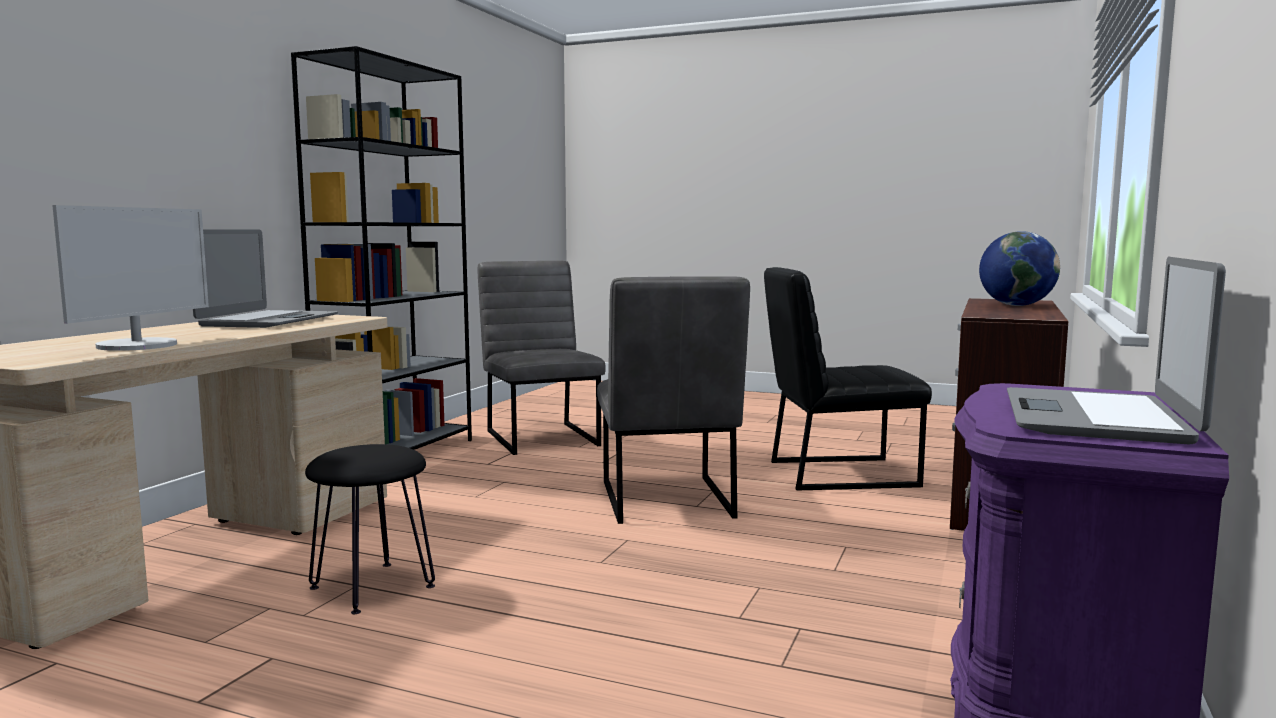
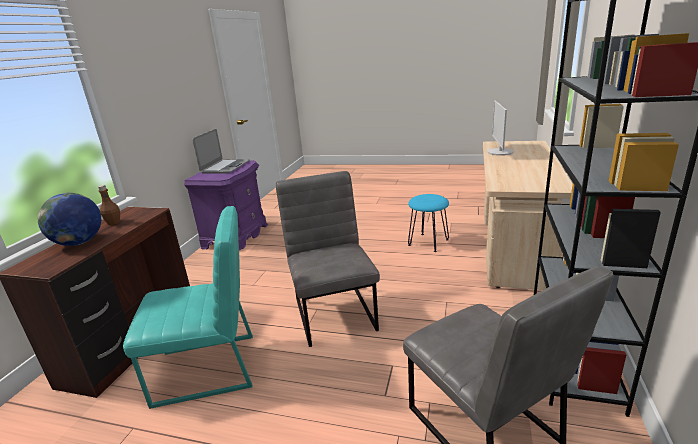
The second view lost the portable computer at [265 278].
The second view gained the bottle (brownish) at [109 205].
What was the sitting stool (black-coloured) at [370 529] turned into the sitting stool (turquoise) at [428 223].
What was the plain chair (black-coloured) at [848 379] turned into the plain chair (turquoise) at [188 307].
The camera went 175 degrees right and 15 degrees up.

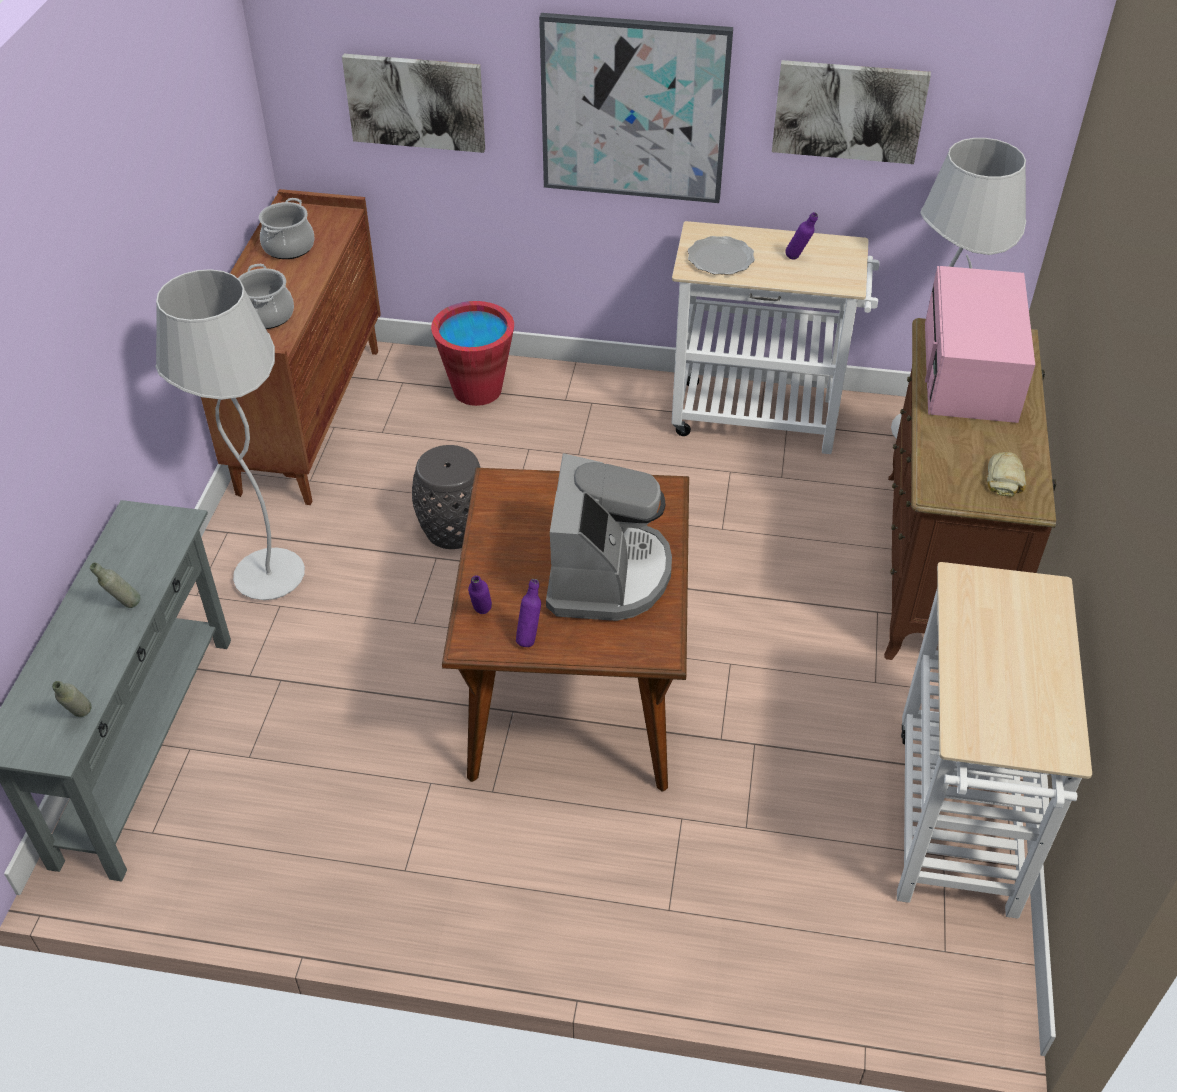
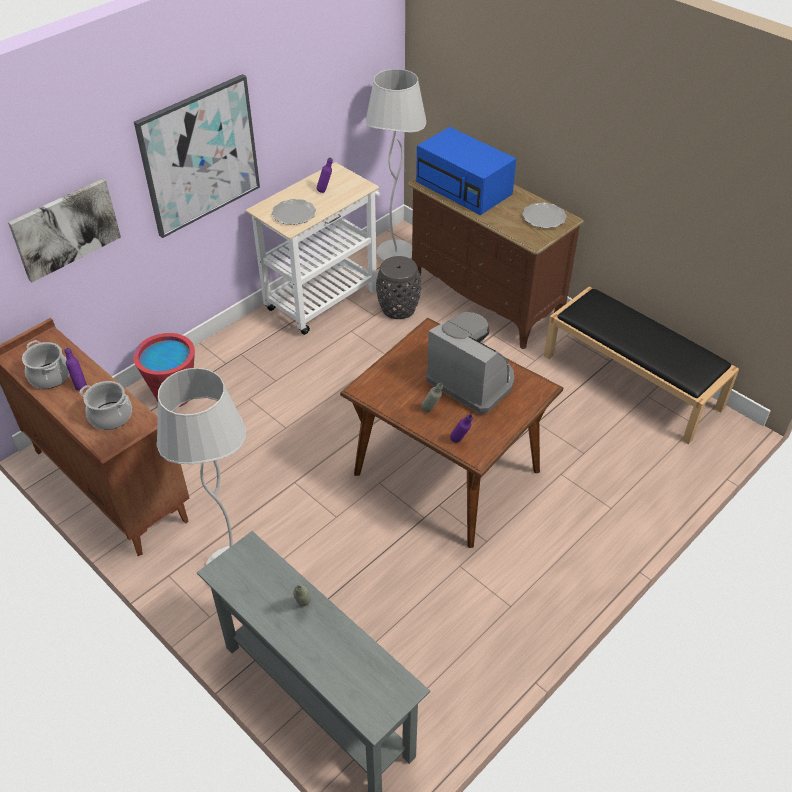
The second view lost the wall art at [851 112].
The bottle (gray) ended up elsewhere, having gone from [72 699] to [432 397].
The sitting stool (gray) ended up elsewhere, having gone from [446 497] to [398 287].
The bottle (purple) ended up elsewhere, having gone from [528 613] to [76 369].
Where the trolley (white-coloured) stood at [994 740], the bench (black-coloured) came to stand at [641 365].
Where the bread stood at [1006 474], the dinner plate came to stand at [544 215].
What was the microwave (pink-coloured) at [980 344] turned into the microwave (blue-coloured) at [466 171].
The camera went 55 degrees left and 0 degrees up.

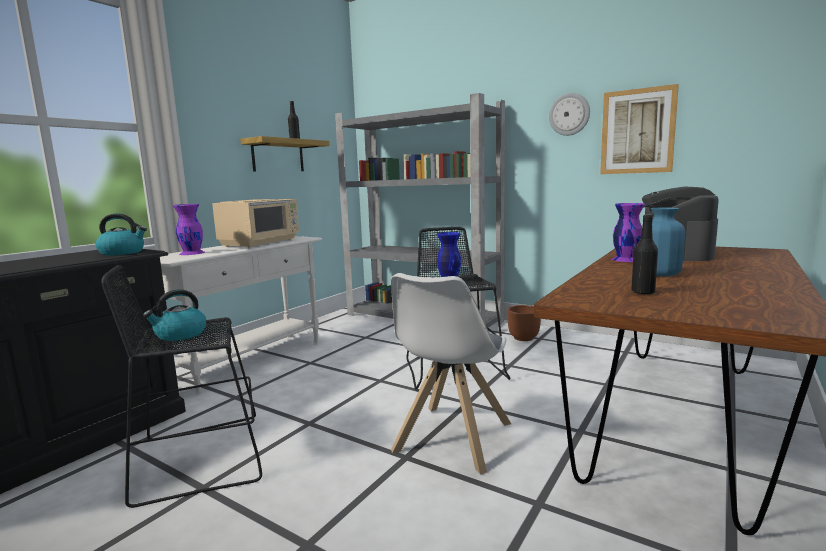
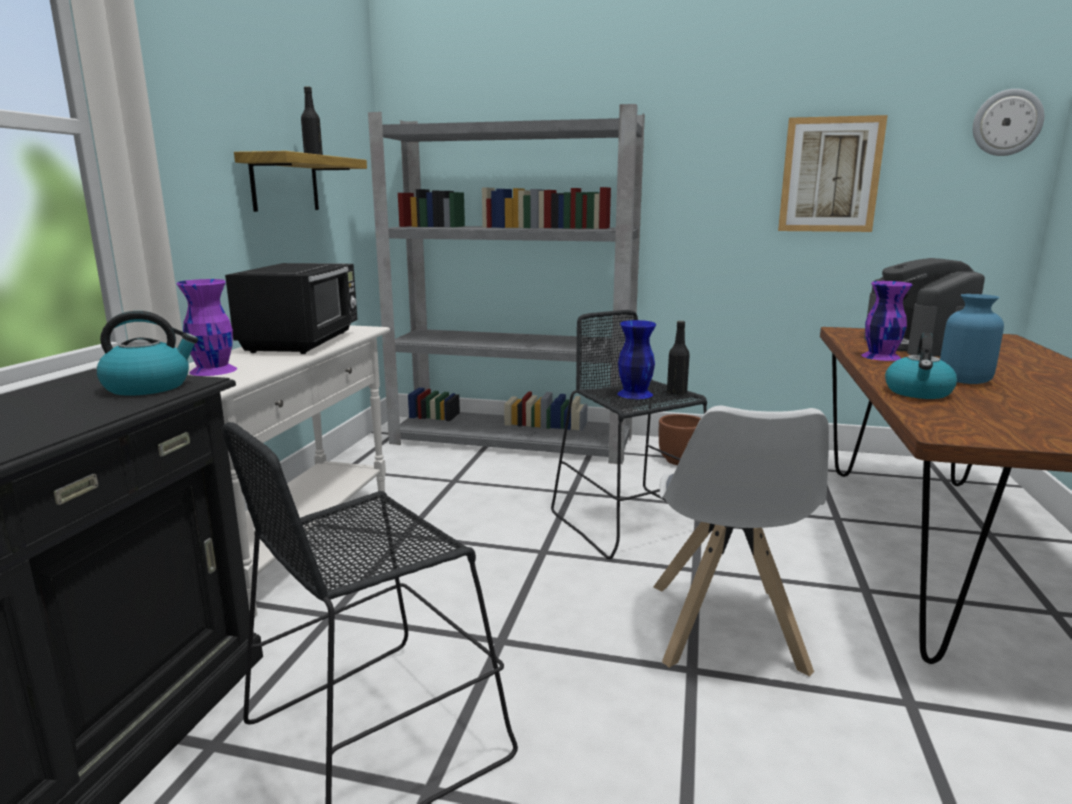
The kettle ended up elsewhere, having gone from [174 315] to [921 366].
The clock on the wall ended up elsewhere, having gone from [569 114] to [1008 122].
The bottle (black-coloured) ended up elsewhere, having gone from [644 254] to [678 358].
What was the microwave (beige-coloured) at [255 223] turned into the microwave (black-coloured) at [291 308].
The camera went 20 degrees left and 5 degrees up.

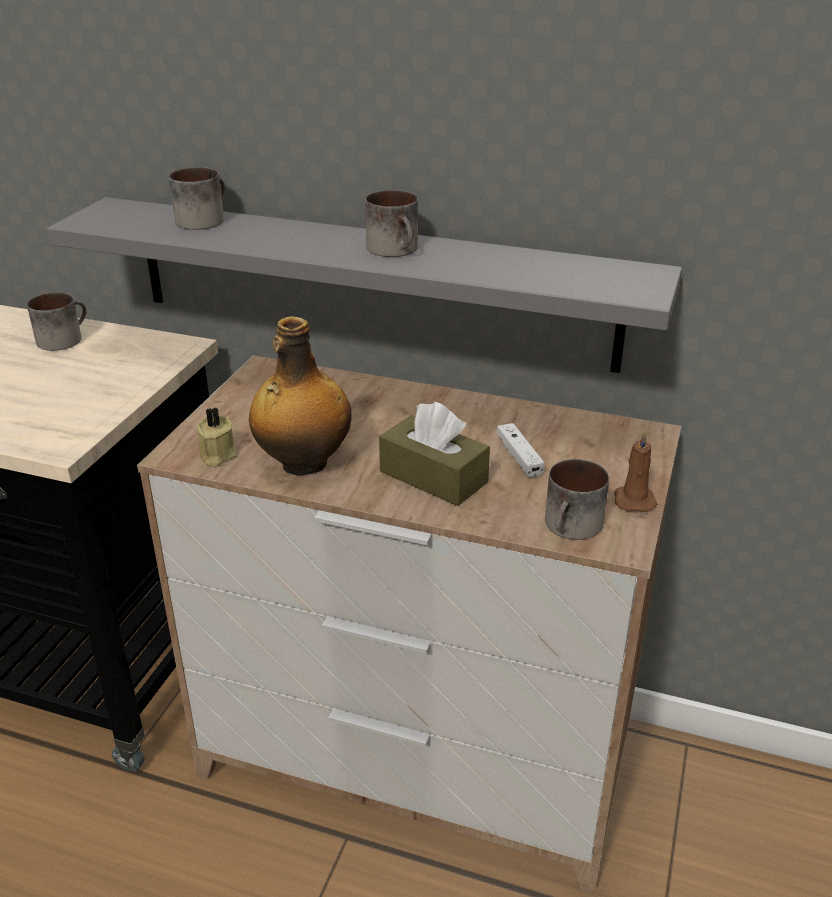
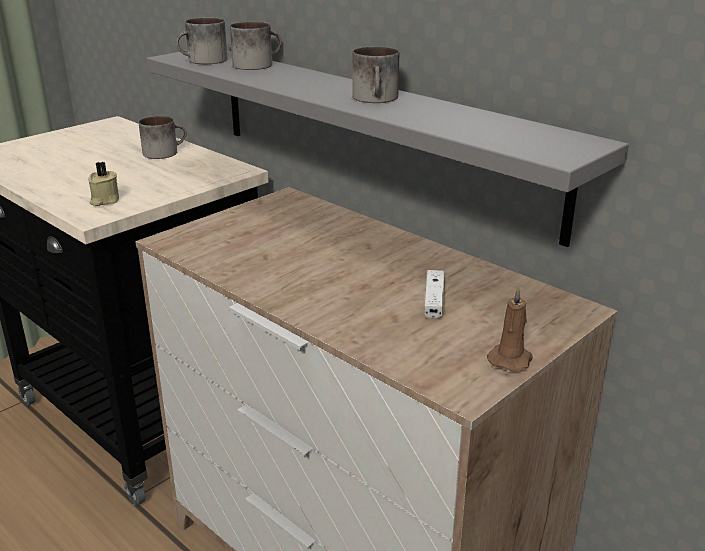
The second view lost the bottle at [300 395].
The second view lost the tissue box (brownish) at [434 454].
The wax candle (beige-coloured) ended up elsewhere, having gone from [216 436] to [103 184].
The mug ended up elsewhere, having gone from [577 499] to [202 40].
The camera went 25 degrees right and 5 degrees down.

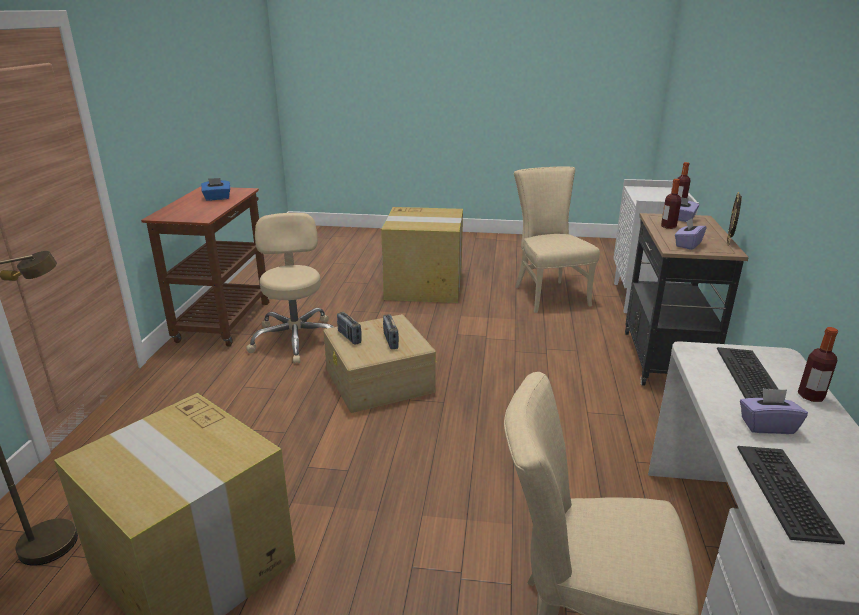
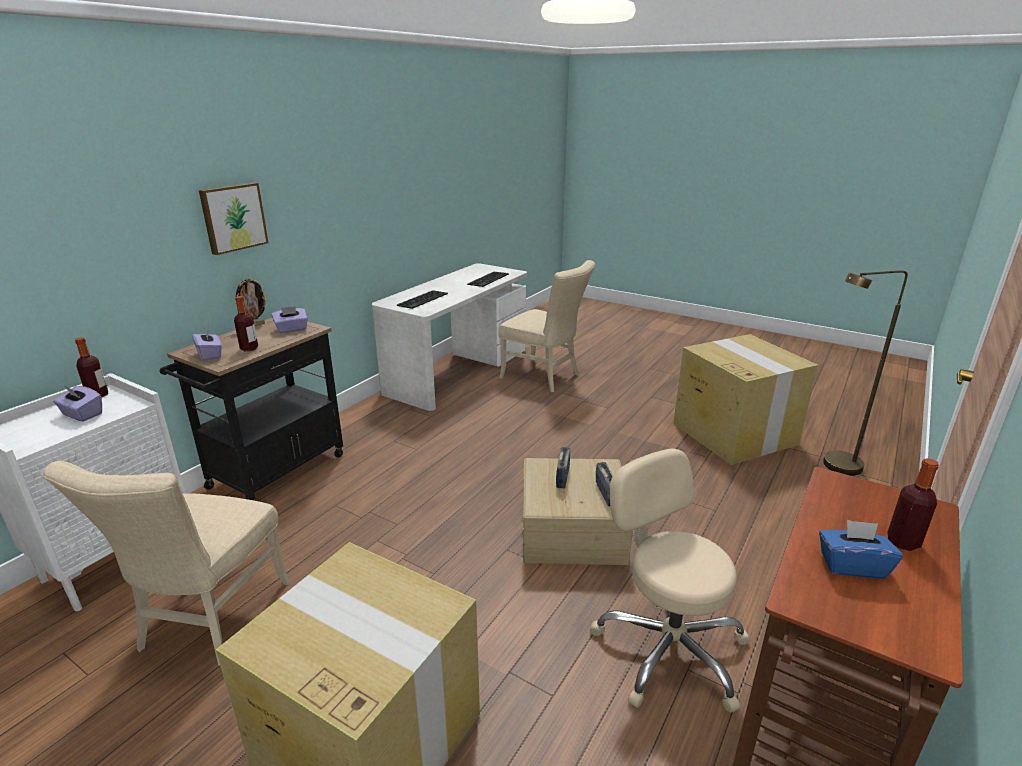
The second view gained the wall art at [234 219].
The tissue box (purple) ended up elsewhere, having gone from [774 411] to [77 404].
The bottle ended up elsewhere, having gone from [818 364] to [913 504].
The computer chair (beige-coloured) at [290 288] ended up facing another way, 135 degrees clockwise from before.
The camera went 155 degrees left and 0 degrees up.

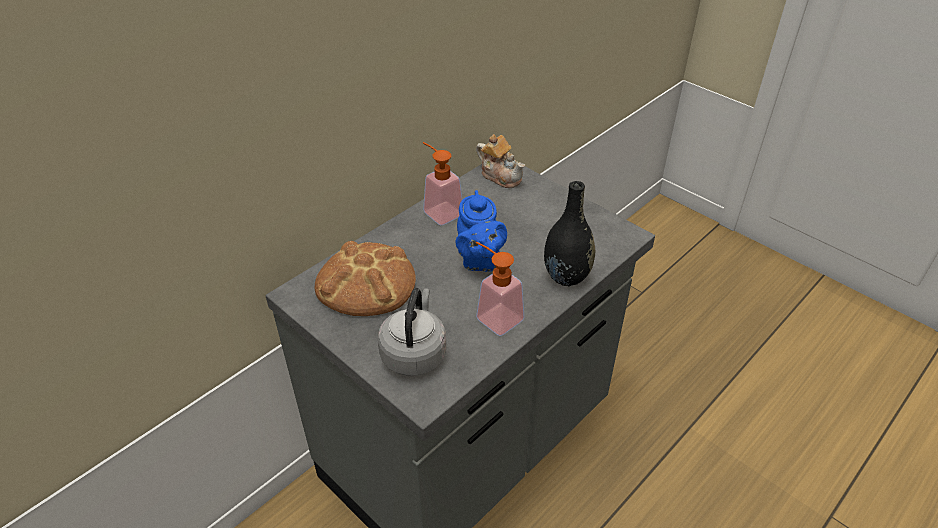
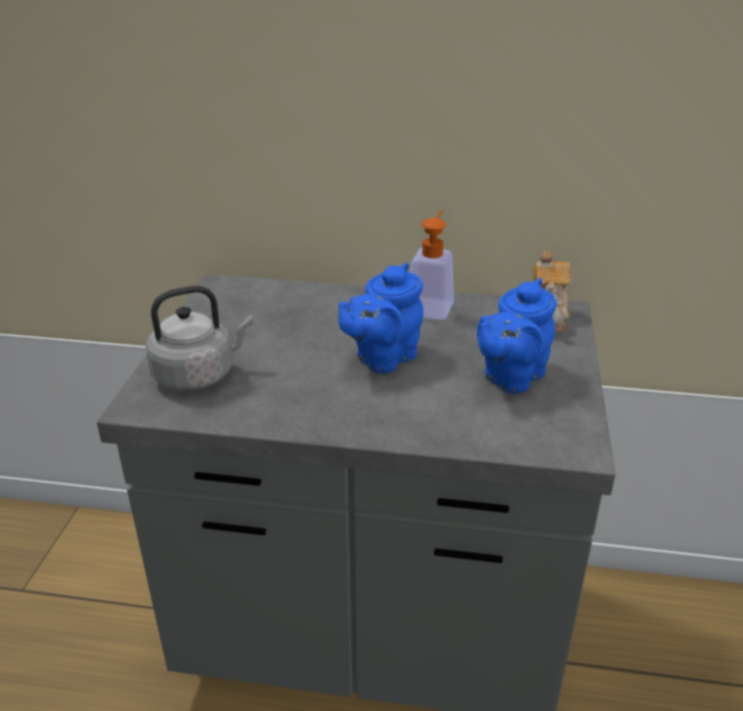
The second view lost the bread at [365 278].
The second view lost the soap dispenser at [500 289].
The second view lost the decorative vase (black-coloured) at [569 233].
The second view gained the pot for tea (blue-coloured) at [517 336].
The camera went 55 degrees right and 10 degrees down.

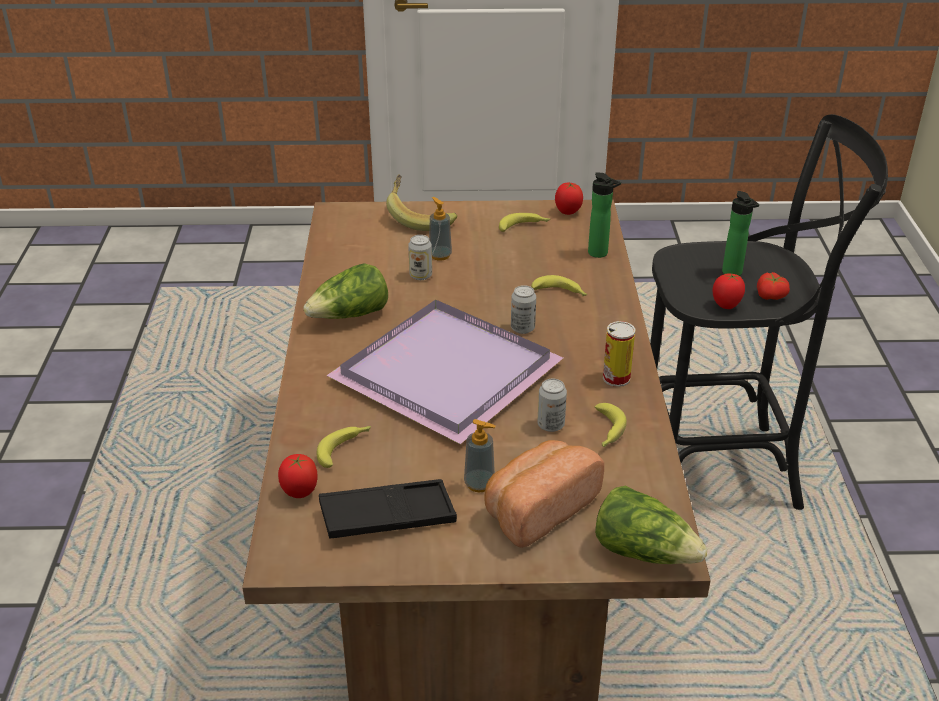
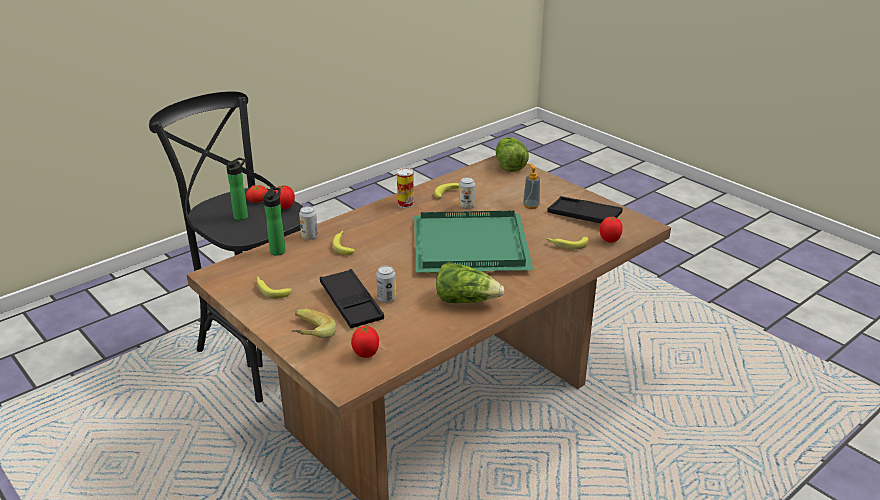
The second view lost the bread at [544 494].
The sealed can ended up elsewhere, having gone from [523 309] to [308 223].
The whole tomato ended up elsewhere, having gone from [569 199] to [365 341].
Where the soap dispenser stood at [440 229], the tray (black-coloured) came to stand at [352 299].
What was the tray (purple) at [444 372] turned into the tray (greenish) at [473 242].
The camera went 130 degrees left and 5 degrees down.

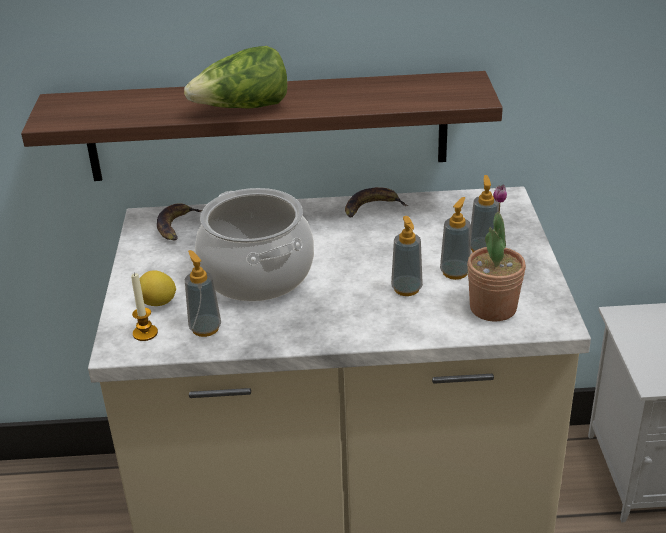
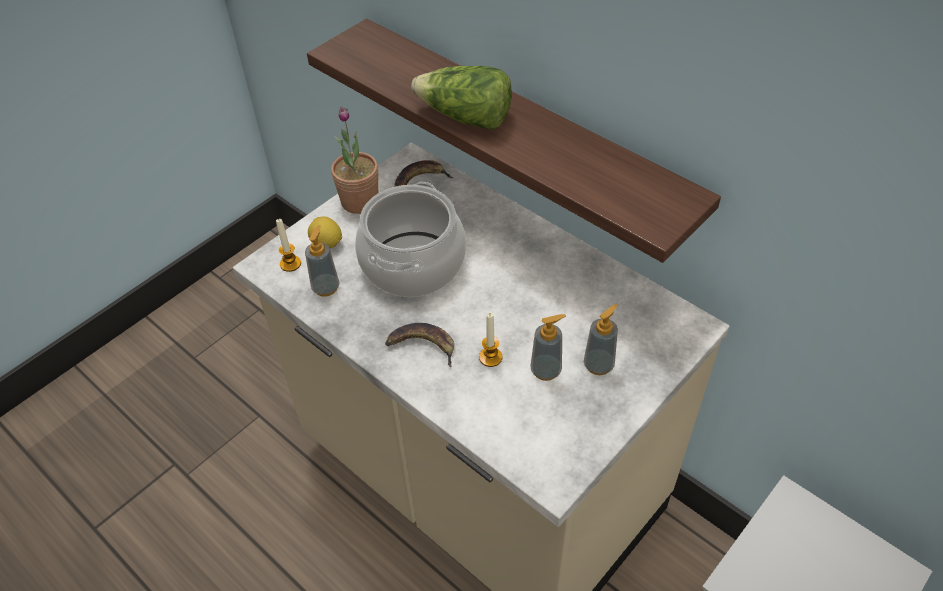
The banana fruit ended up elsewhere, having gone from [376 202] to [419 345].
The plant in a pot ended up elsewhere, having gone from [496 252] to [354 160].
Where the soap dispenser stood at [407 256], the wax candle came to stand at [490 340].
The camera went 45 degrees right and 15 degrees up.

